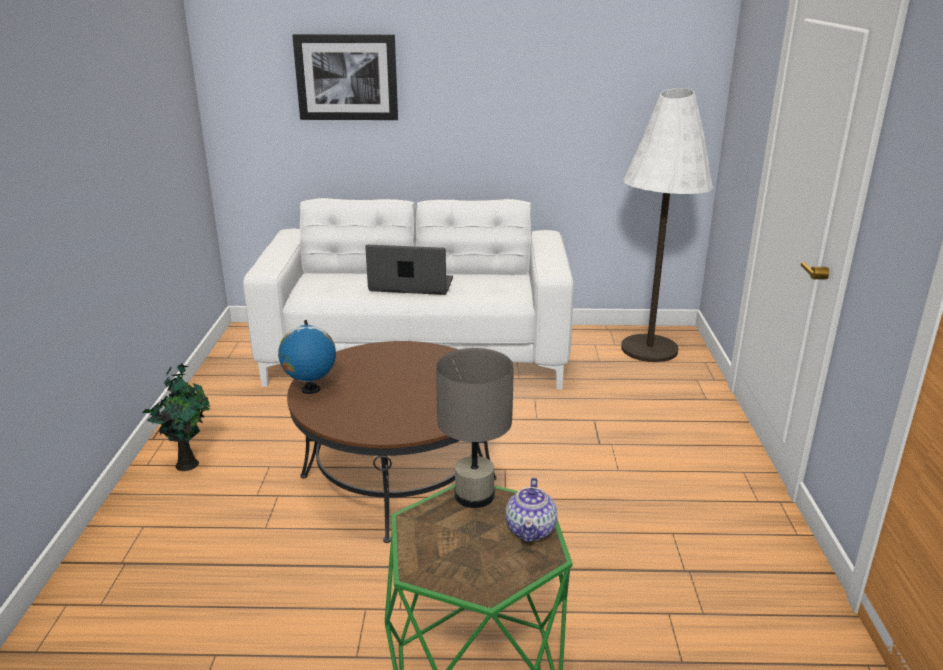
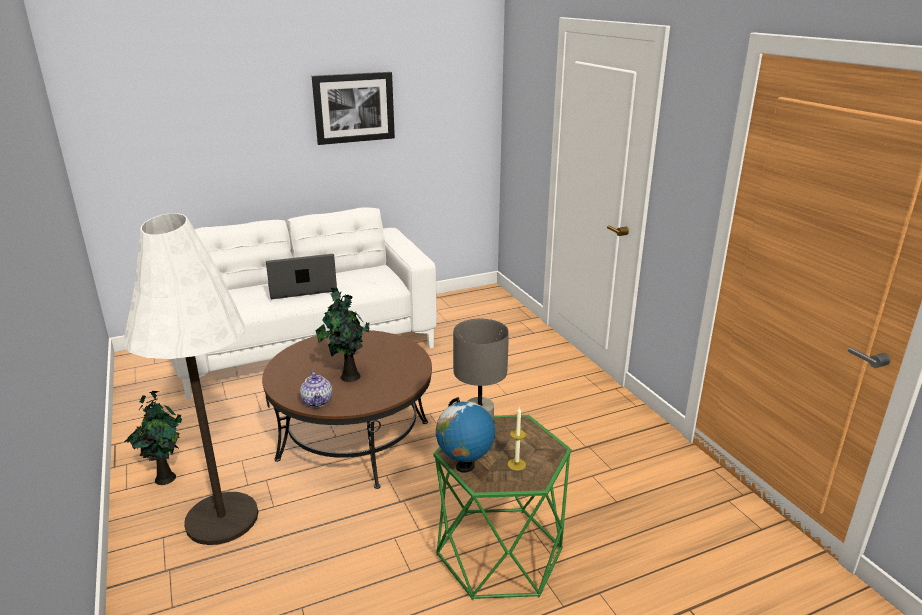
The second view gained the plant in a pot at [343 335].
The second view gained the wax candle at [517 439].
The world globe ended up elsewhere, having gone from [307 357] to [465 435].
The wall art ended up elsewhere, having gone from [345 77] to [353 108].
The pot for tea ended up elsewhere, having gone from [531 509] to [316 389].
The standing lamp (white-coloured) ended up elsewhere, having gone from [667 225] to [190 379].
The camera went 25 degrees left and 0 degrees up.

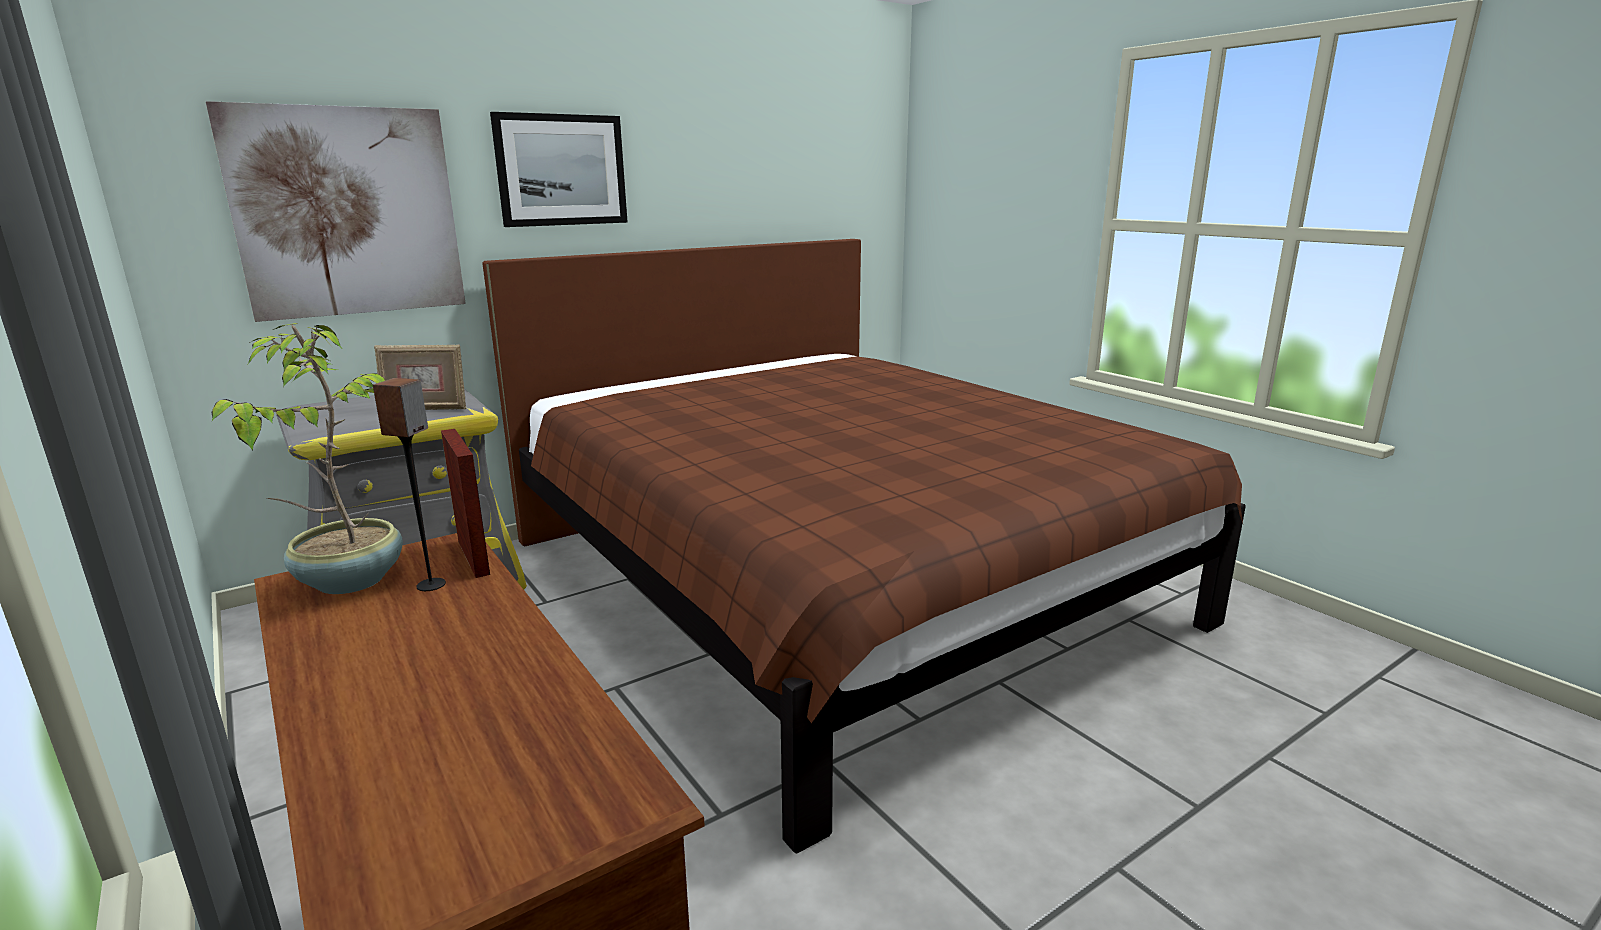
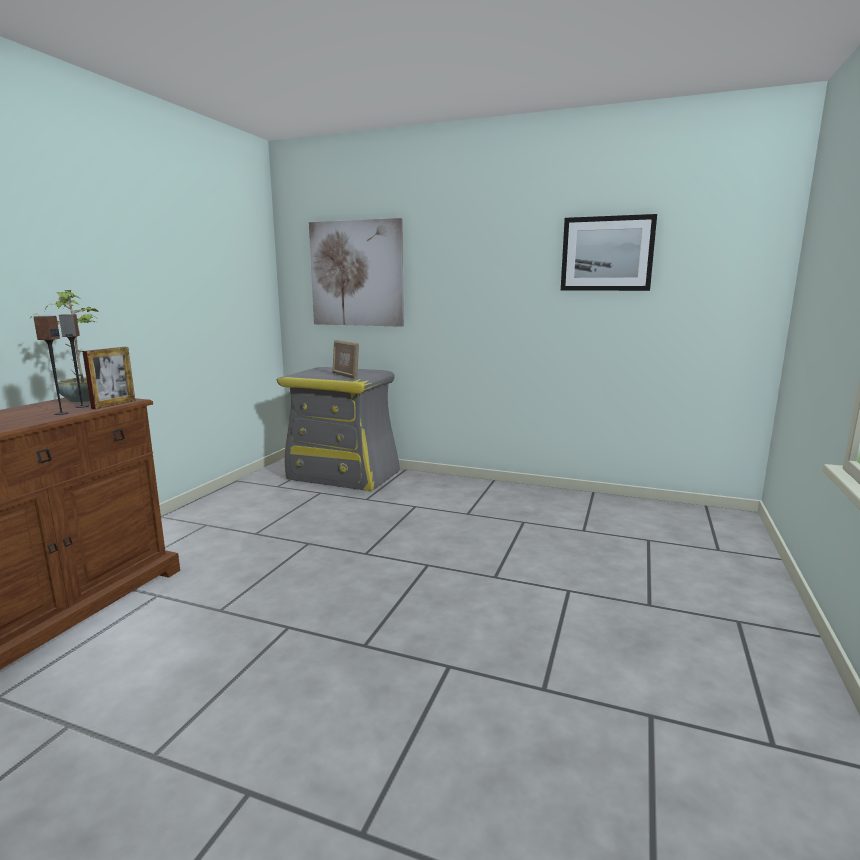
The second view lost the bed (brownish) at [864 546].
The second view gained the speaker at [51 365].
The wall art ended up elsewhere, having gone from [559 169] to [609 252].
The camera went 55 degrees right and 5 degrees down.

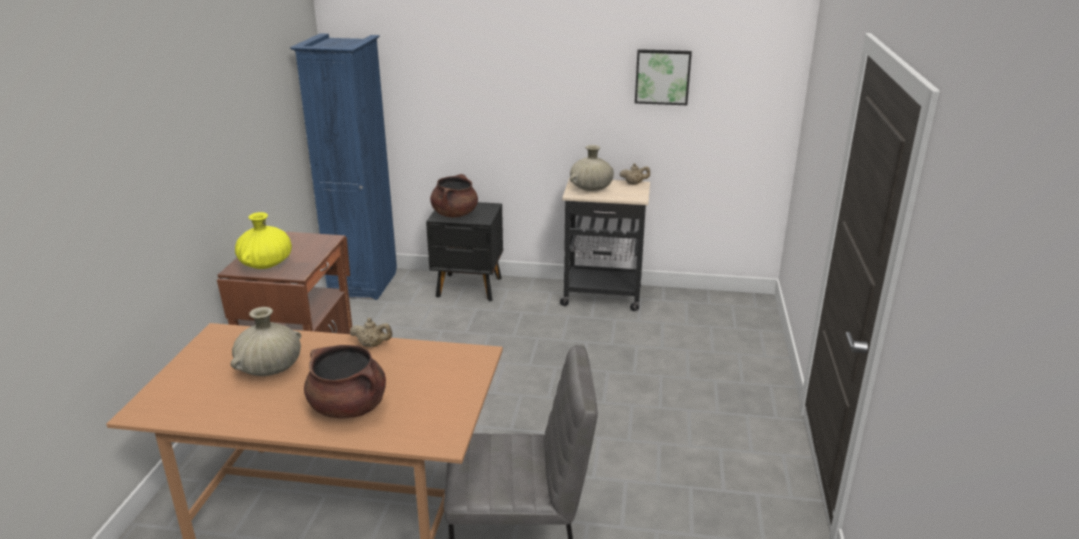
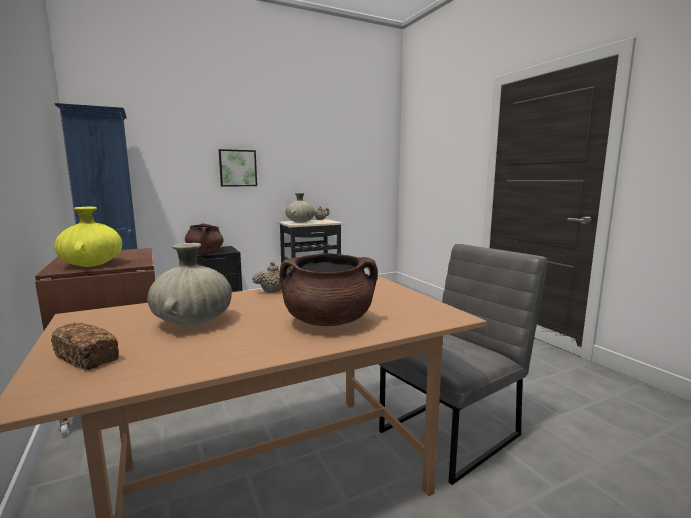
The second view gained the bread at [85 346].
The wall art ended up elsewhere, having gone from [663 77] to [238 168].
The camera went 35 degrees left and 15 degrees down.

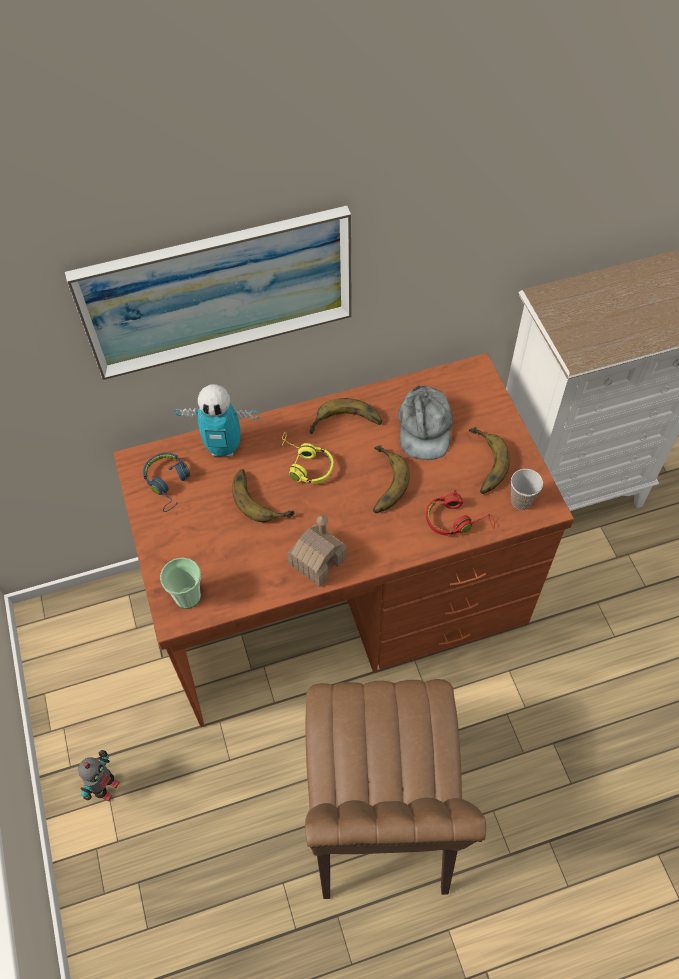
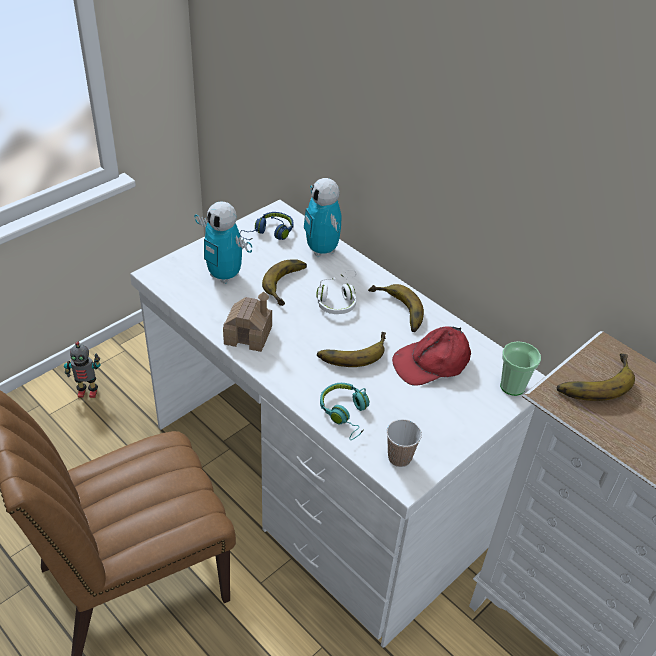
The second view lost the wall art at [208 293].
The second view gained the model robot at [223 243].
The small cup ended up elsewhere, having gone from [180 583] to [520 368].
The banana fruit ended up elsewhere, having gone from [489 460] to [595 377].
What was the desk table (brownish) at [343 540] turned into the desk table (white-coloured) at [337 424].
What was the headphones (yellowish) at [307 458] turned into the headphones (white-coloured) at [336 292].
What was the peaked cap (gray) at [425 422] turned into the peaked cap (red-coloured) at [431 356].
What was the headphones (red-coloured) at [460 513] turned into the headphones (turquoise) at [344 411].
The camera went 60 degrees right and 15 degrees down.

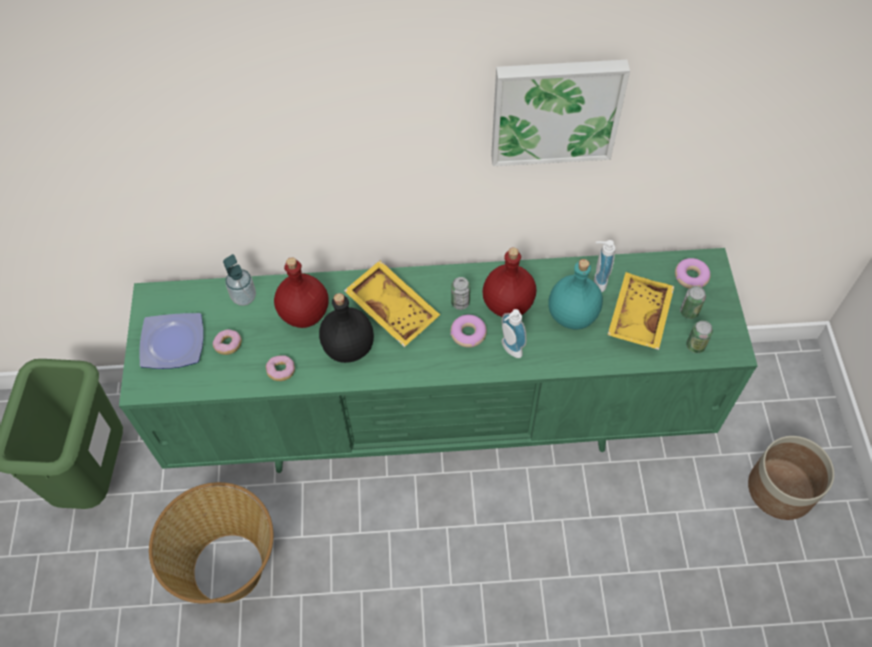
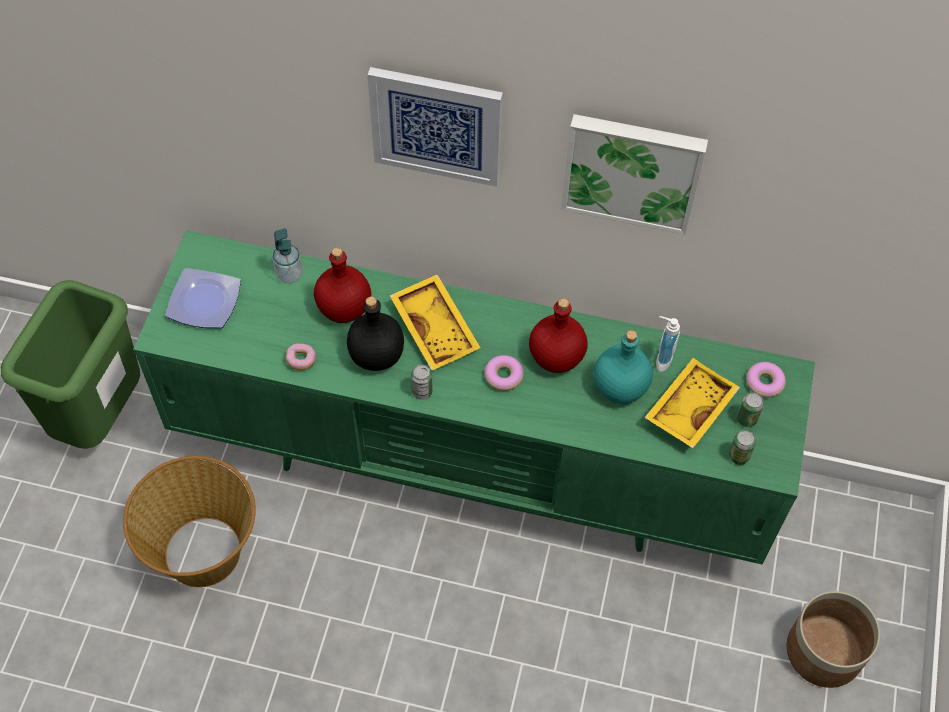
The second view lost the doughnut at [227 342].
The second view lost the soap dispenser at [514 333].
The second view gained the wall art at [435 127].
The sealed can ended up elsewhere, having gone from [460 293] to [422 382].
The camera went 15 degrees right and 0 degrees up.

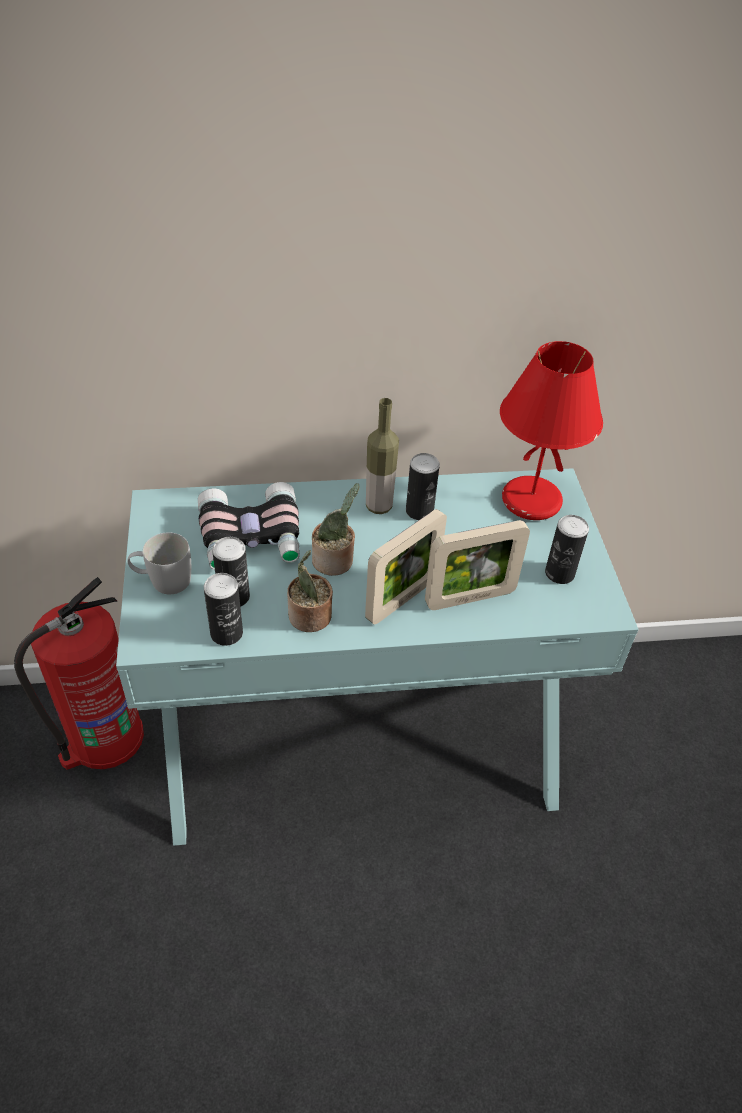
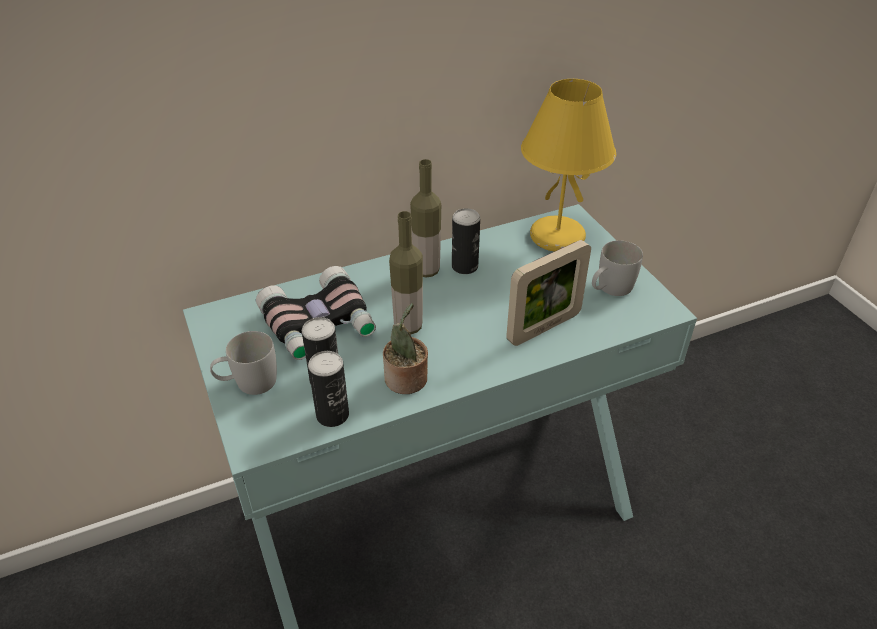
The second view lost the fire extinguisher at [79 673].
The second view lost the standing frame at [406 566].
Where the plant in a pot stood at [335 529], the bottle came to stand at [406 272].
Where the sealed can stood at [567 549], the mug (white-coloured) came to stand at [617 268].
What was the lamp for a table (red-coloured) at [551 430] turned into the lamp for a table (yellowish) at [568 165].
The camera went 15 degrees left and 5 degrees down.

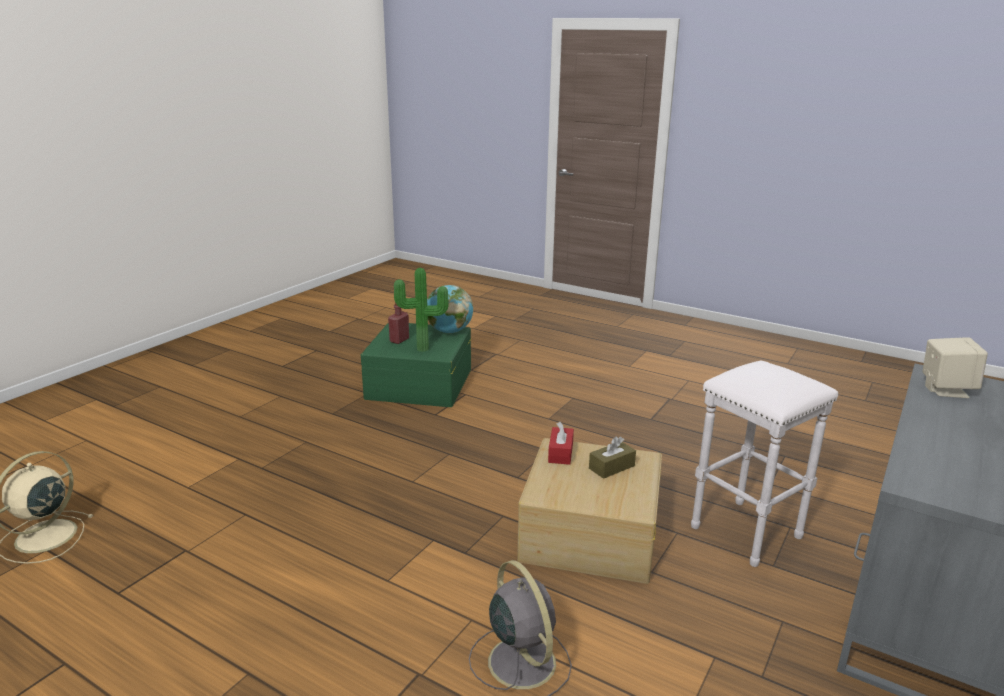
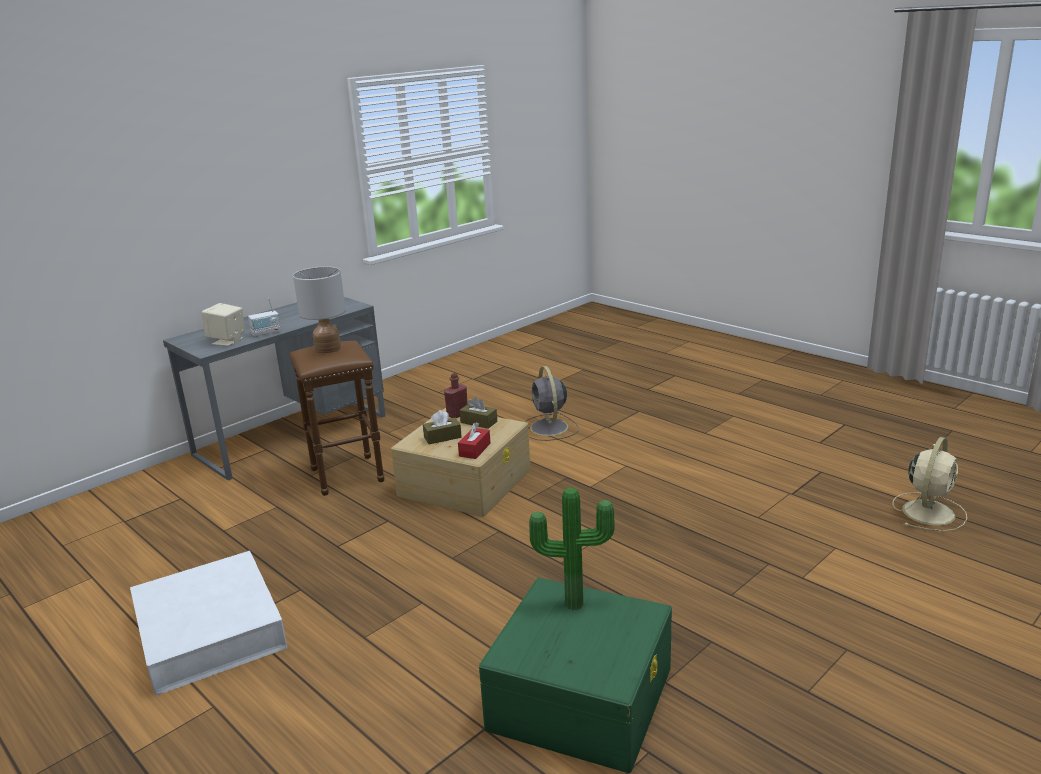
The second view lost the world globe at [450 309].
The second view gained the storage container (white-coloured) at [209 623].
The second view gained the radio receiver at [264 317].
The second view gained the lamp for a table (gray) at [319 309].
The second view gained the tissue box (brownish) at [478 413].
The bottle (red-coloured) ended up elsewhere, having gone from [398 323] to [455 395].
What was the sitting stool (white-coloured) at [764 464] turned into the sitting stool (brownish) at [336 418].
The camera went 165 degrees left and 0 degrees up.

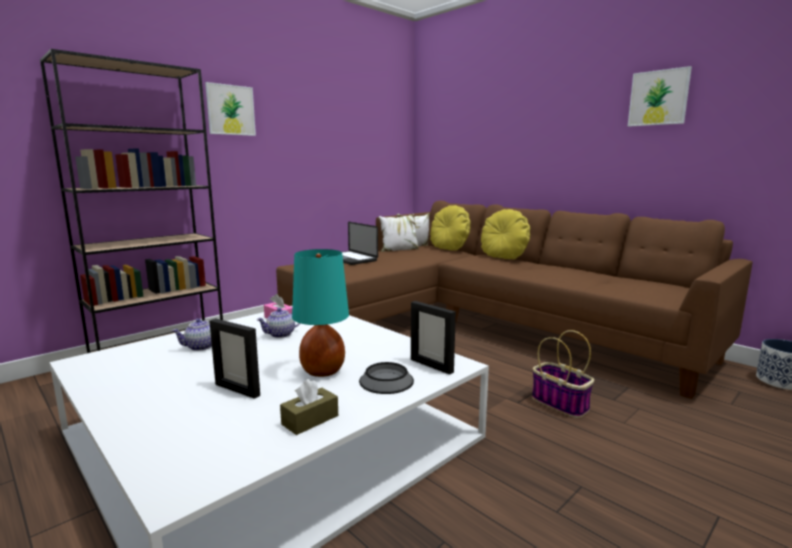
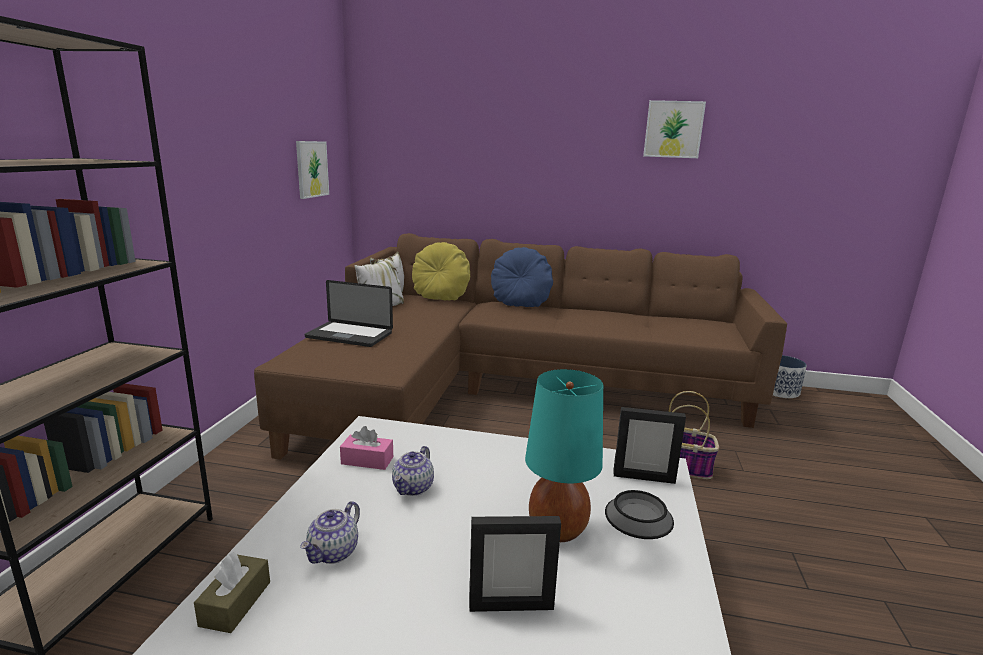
The wall art ended up elsewhere, having gone from [230 109] to [312 170].
The tissue box (brownish) ended up elsewhere, having gone from [309 407] to [232 592].
What was the pillow (yellowish) at [505 234] turned into the pillow (blue-coloured) at [522 277].
The camera went 35 degrees left and 5 degrees up.

